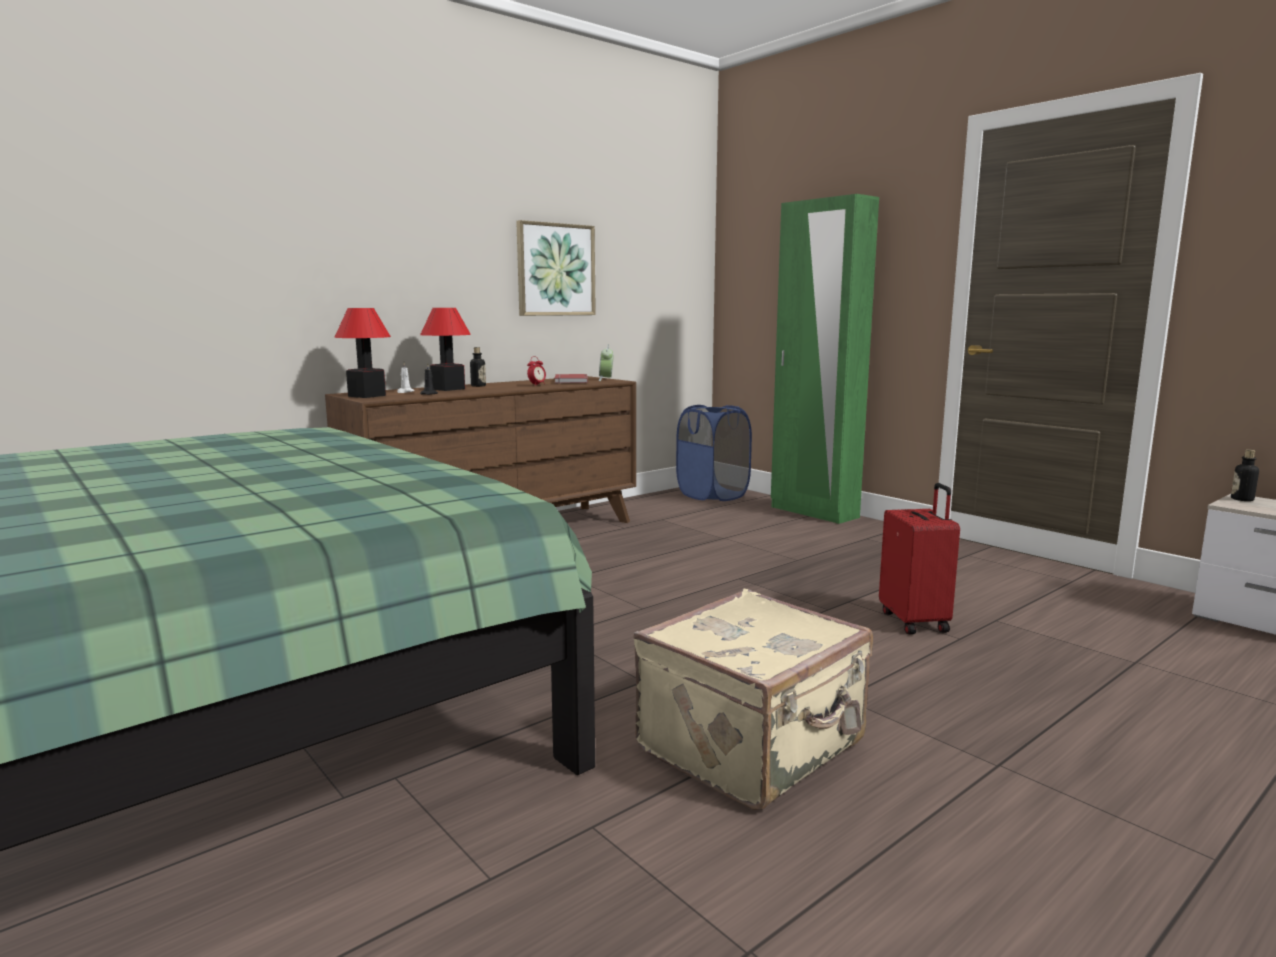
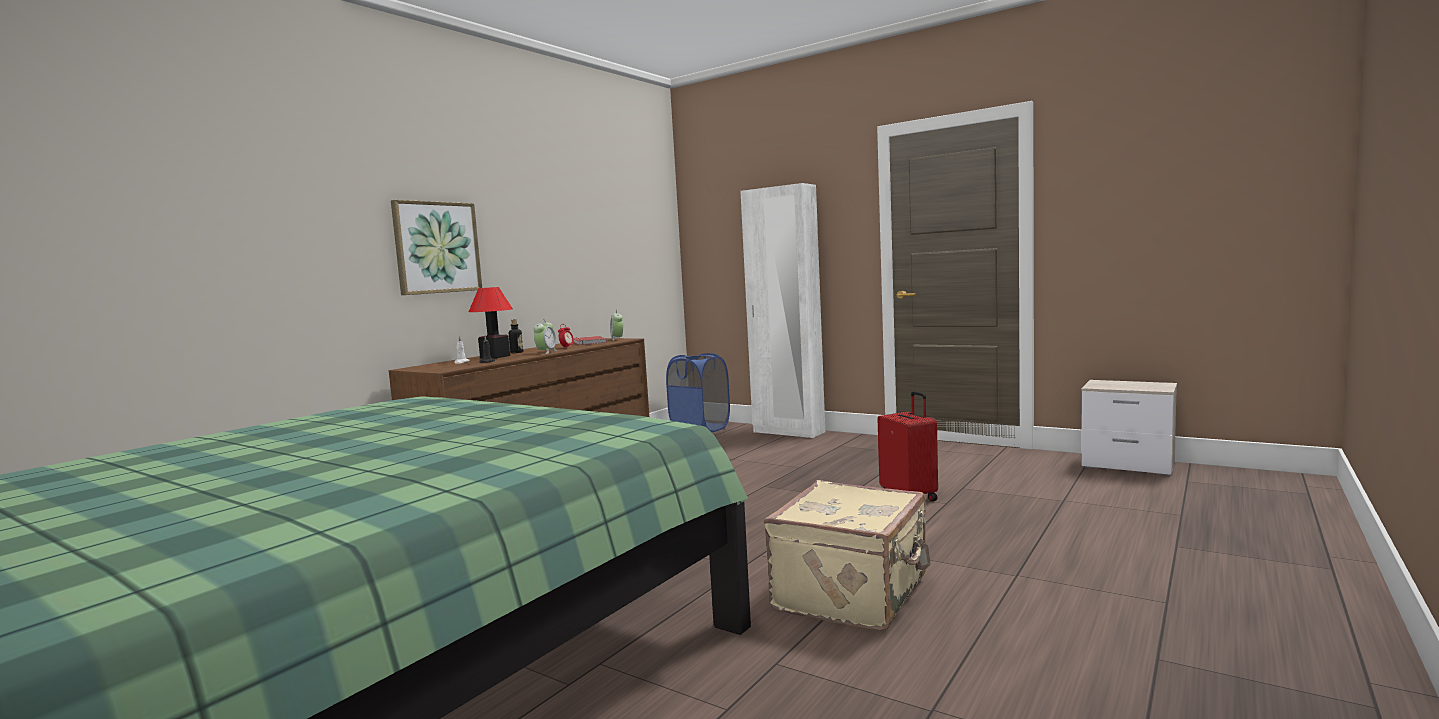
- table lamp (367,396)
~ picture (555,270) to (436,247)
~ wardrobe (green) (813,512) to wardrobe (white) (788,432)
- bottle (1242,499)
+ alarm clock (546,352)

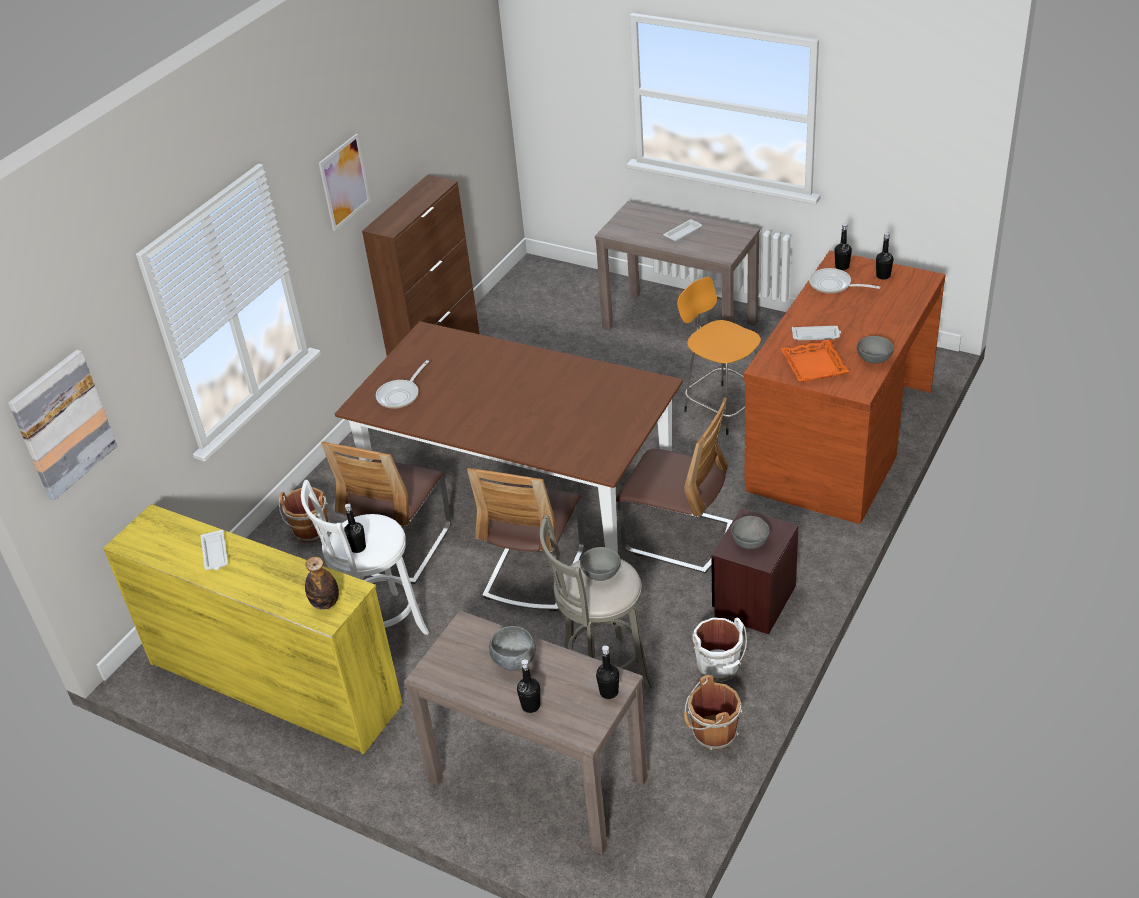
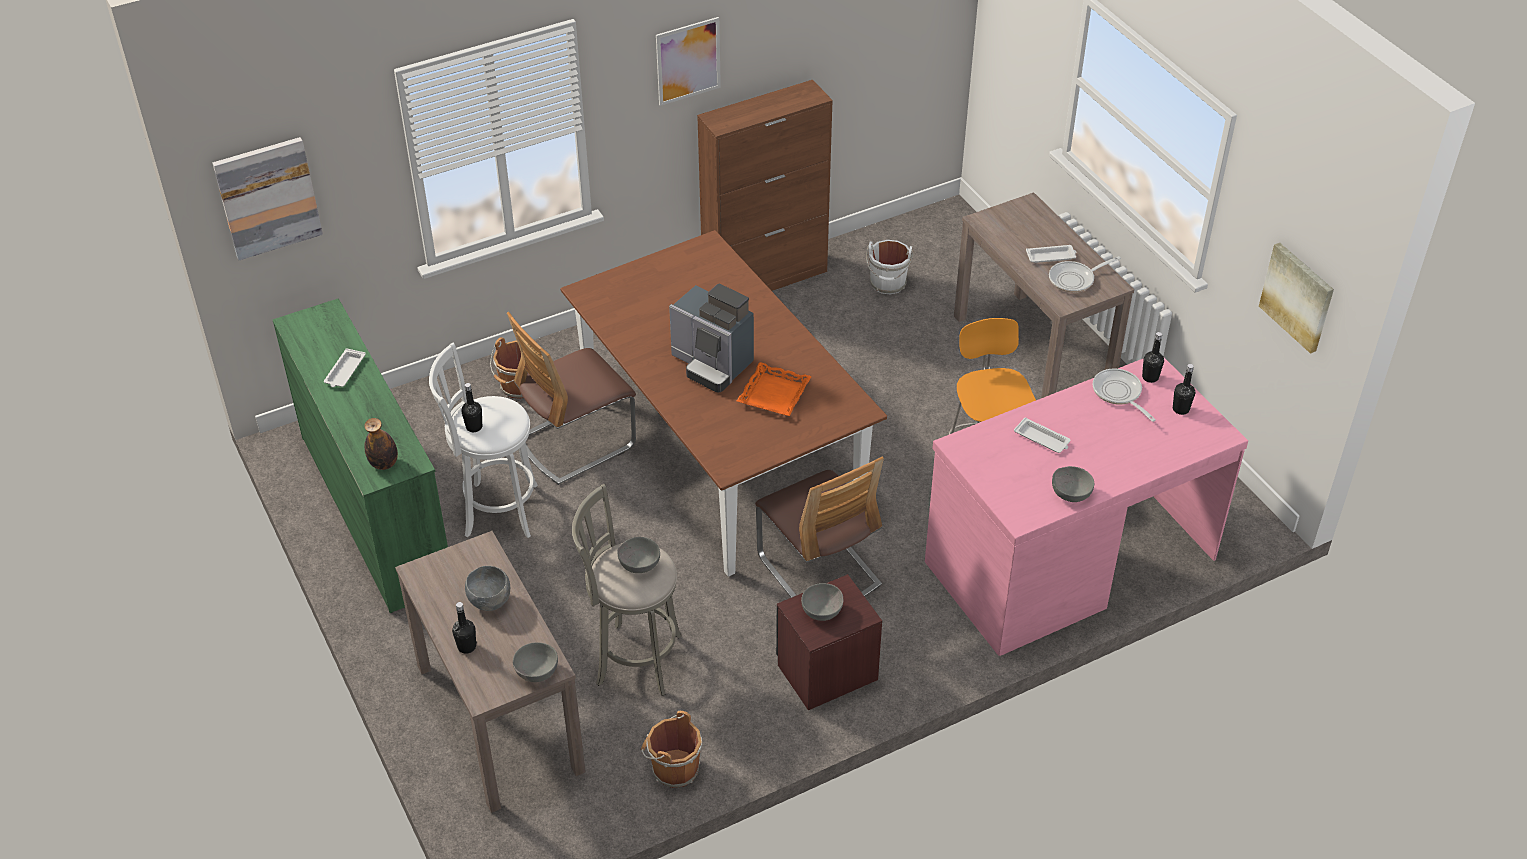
~ dresser (yellow) (274,682) to dresser (green) (377,509)
~ frying pan (401,395) to (1075,279)
- chair (534,573)
~ bottle (black) (609,692) to bowl (grey) (535,672)
~ bucket (white) (719,667) to (888,284)
~ desk (brown) (839,439) to desk (pink) (1068,559)
~ tray (orange) (814,366) to (774,394)
+ coffee machine (712,364)
+ picture (1298,296)

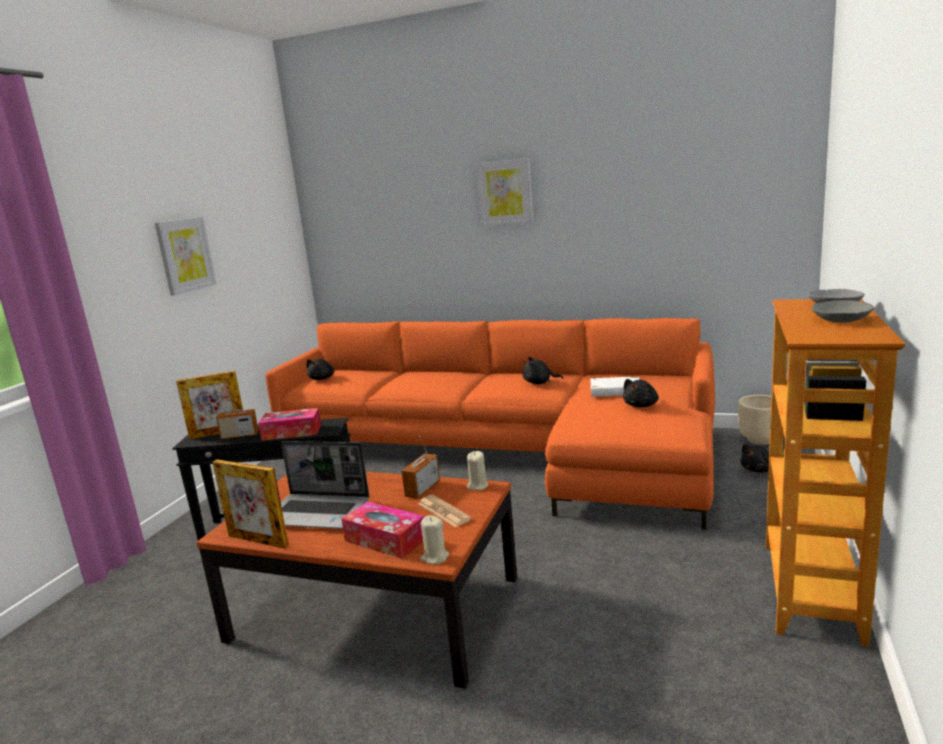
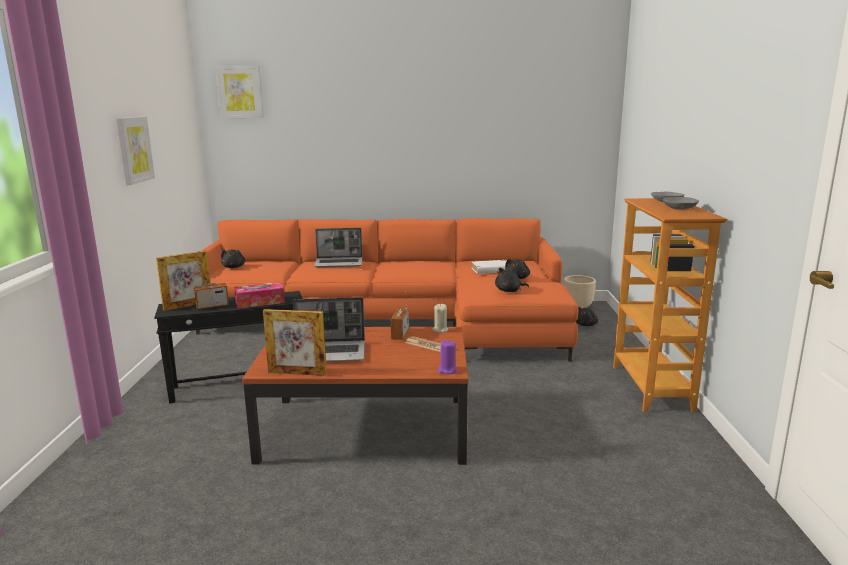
- tissue box (385,540)
~ candle (beige) (434,557) to candle (purple) (447,370)
~ picture (505,192) to (240,92)
~ plush toy (black) (539,383) to (509,291)
+ laptop (339,263)

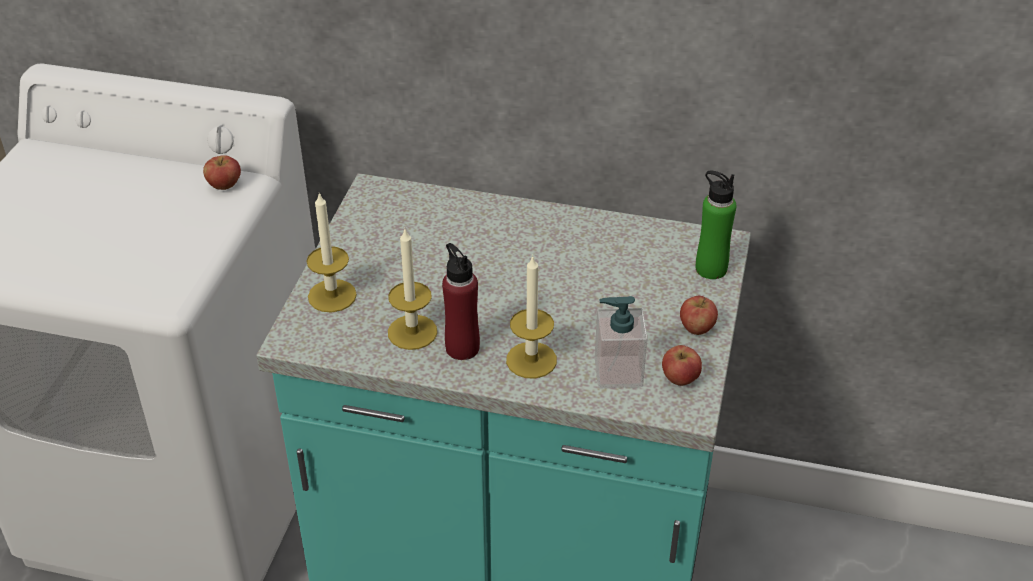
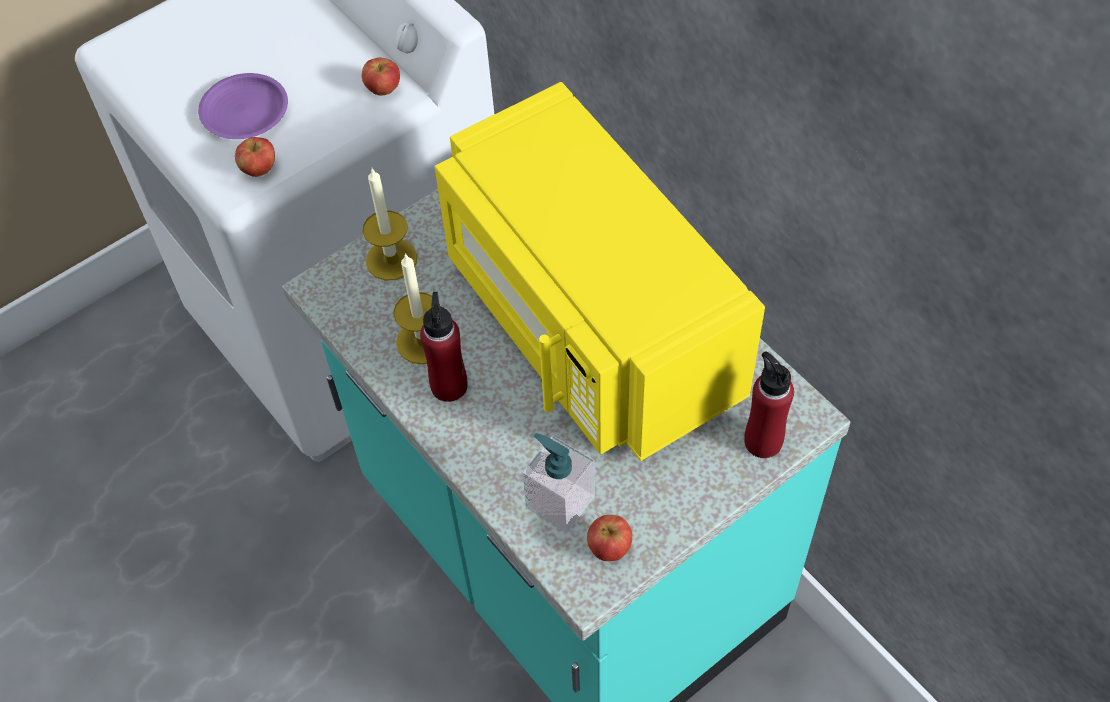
- candle (531,360)
~ apple (696,328) to (259,169)
~ bottle (green) (711,268) to bottle (red) (763,441)
+ plate (purple) (245,112)
+ microwave (yellow) (588,325)

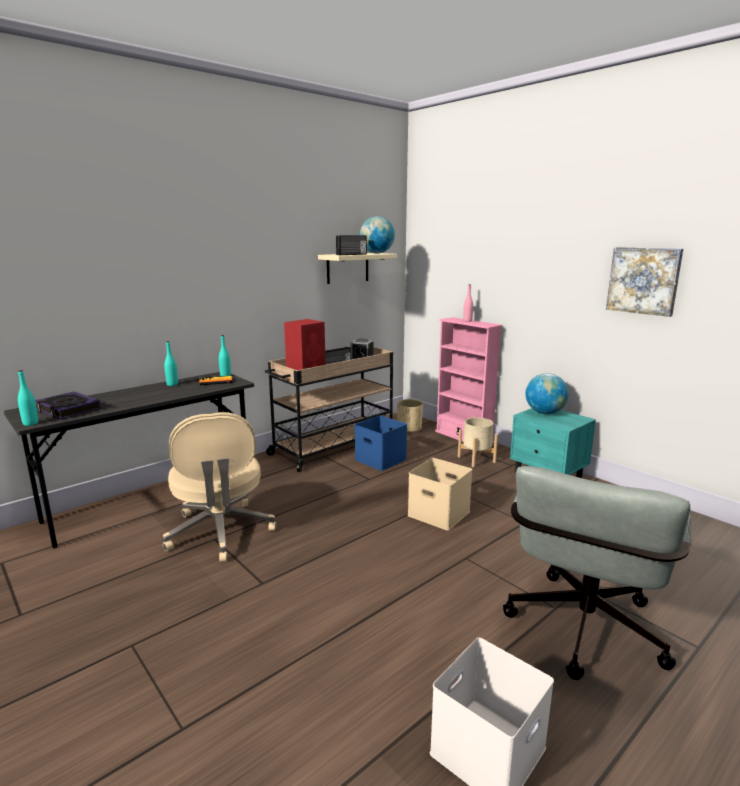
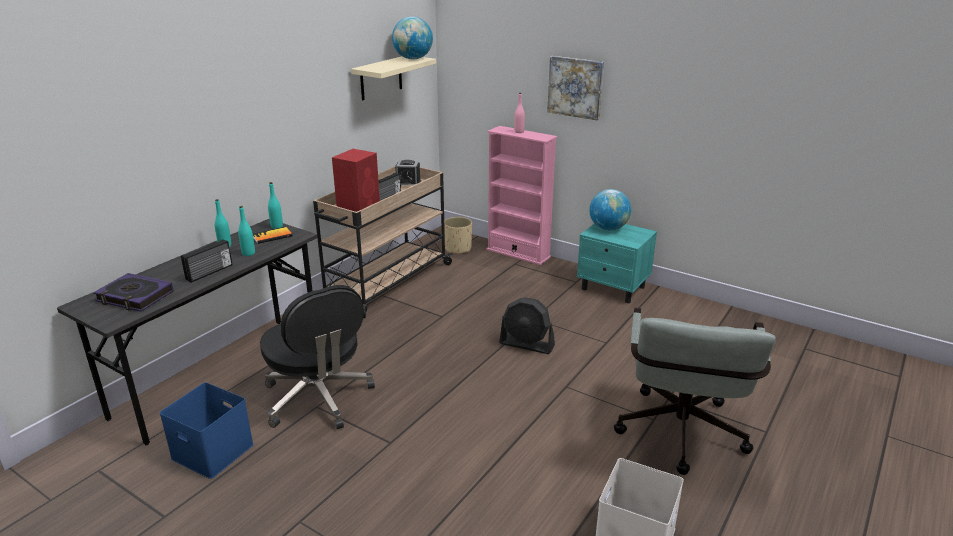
~ bottle (turquoise) (30,423) to (248,253)
~ office chair (beige) (220,532) to office chair (black) (318,398)
~ radio (352,254) to (210,272)
~ storage box (blue) (379,459) to (211,452)
~ storage box (beige) (440,513) to fan (black) (527,344)
- planter (beige) (476,459)
~ picture (643,280) to (575,87)

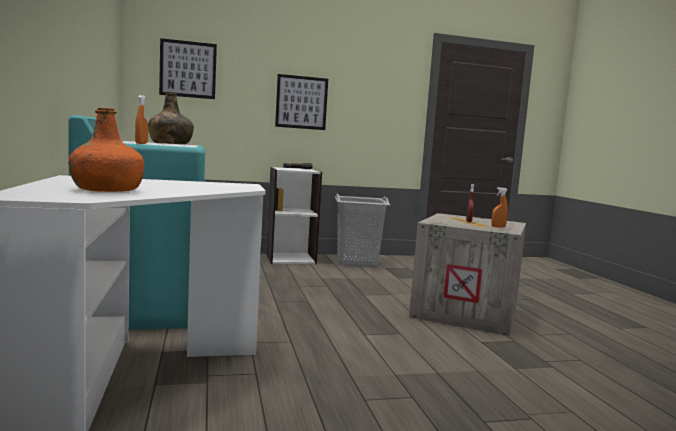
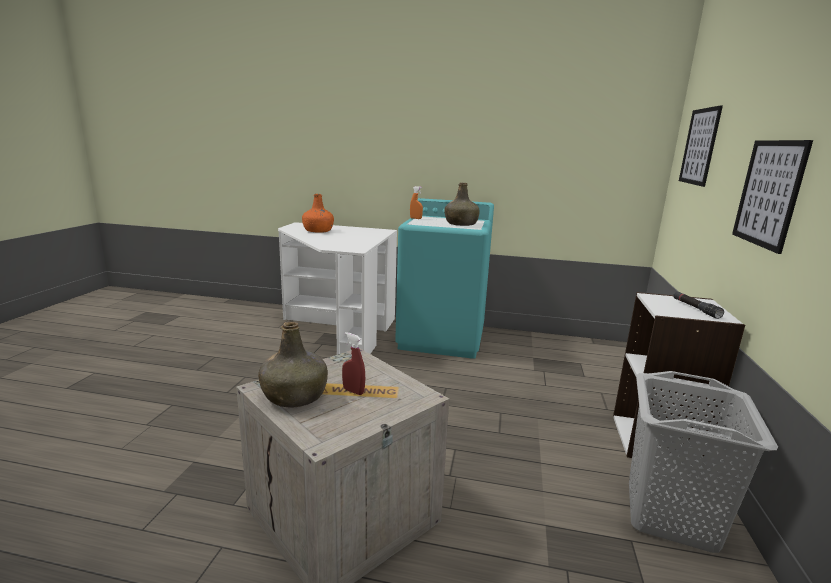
~ spray bottle (orange) (498,227) to bottle (green) (295,396)

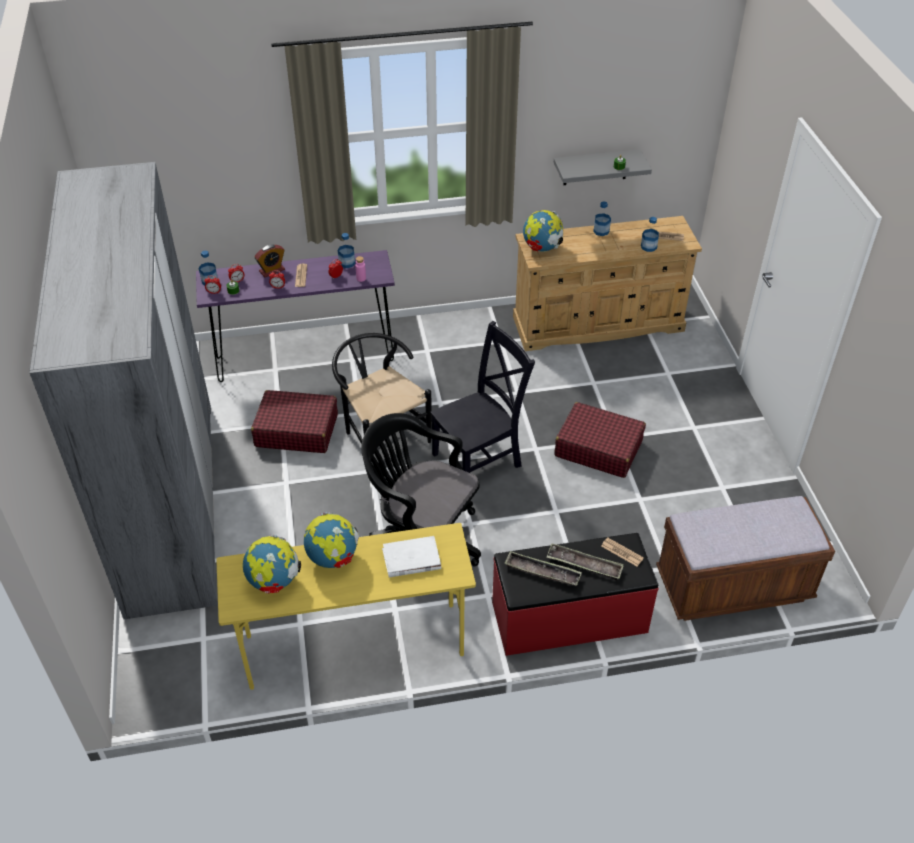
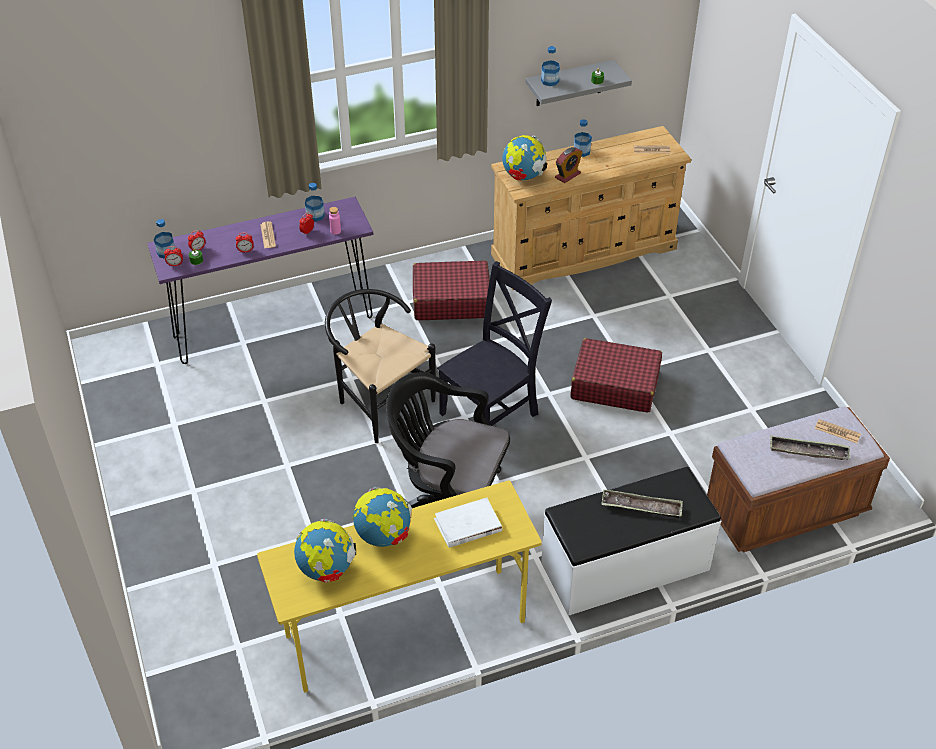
- wardrobe (grey) (171,502)
~ suitcase (red) (296,430) to (451,300)
~ alarm clock (272,270) to (567,175)
~ bench (red) (569,618) to bench (white) (625,567)
~ tray (542,571) to (808,451)
~ newspaper (622,552) to (837,431)
~ bottle (648,247) to (550,81)

